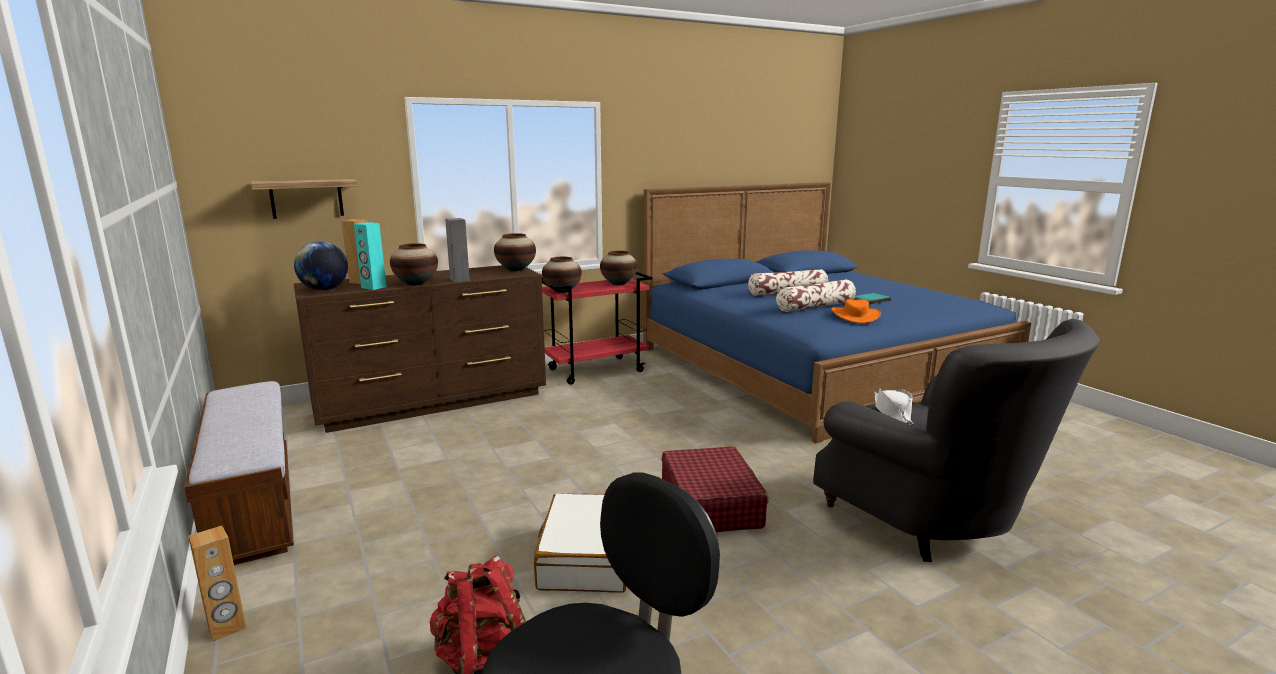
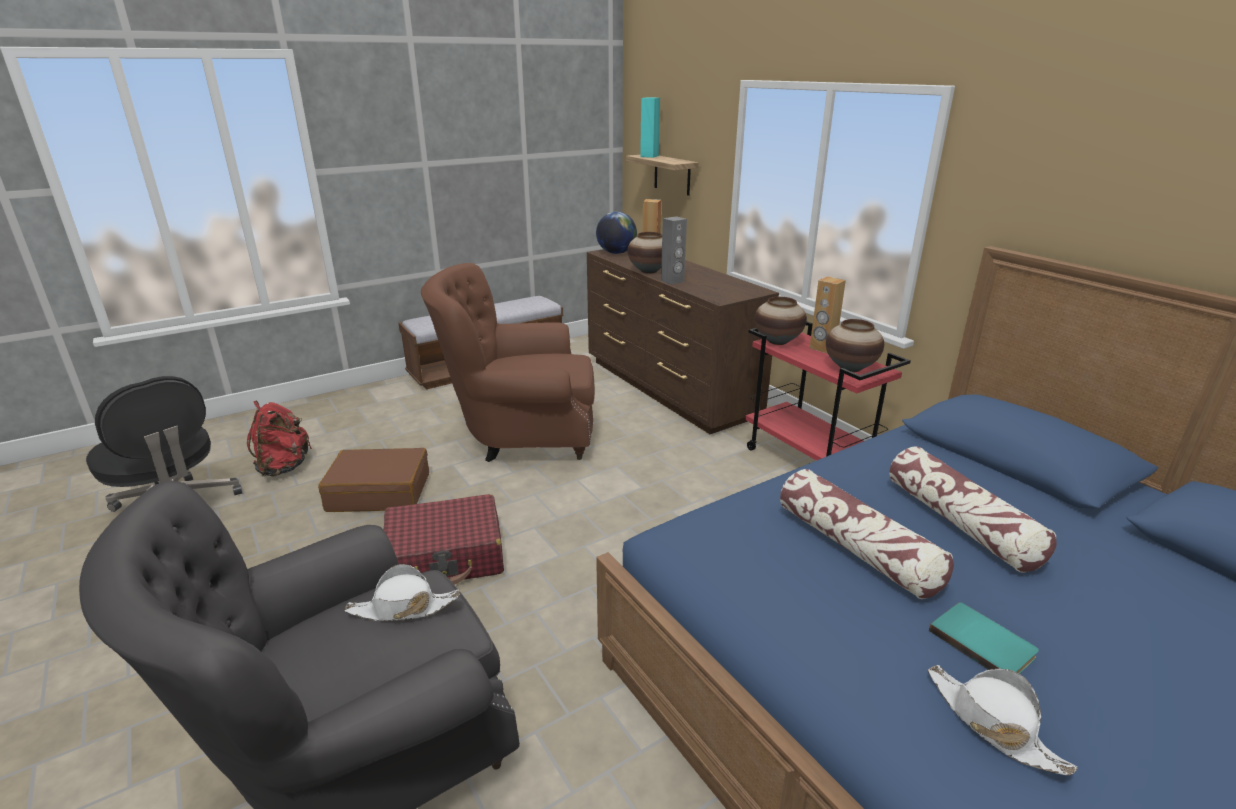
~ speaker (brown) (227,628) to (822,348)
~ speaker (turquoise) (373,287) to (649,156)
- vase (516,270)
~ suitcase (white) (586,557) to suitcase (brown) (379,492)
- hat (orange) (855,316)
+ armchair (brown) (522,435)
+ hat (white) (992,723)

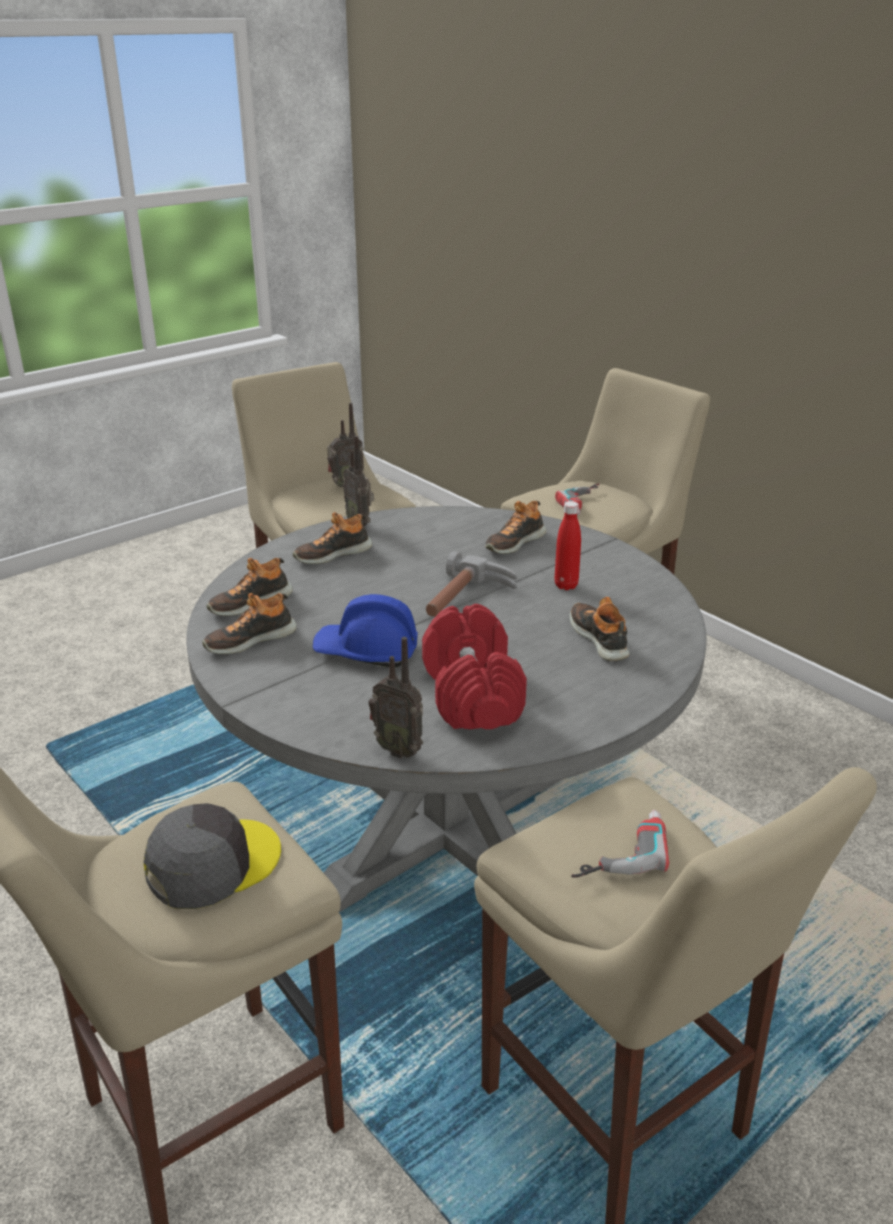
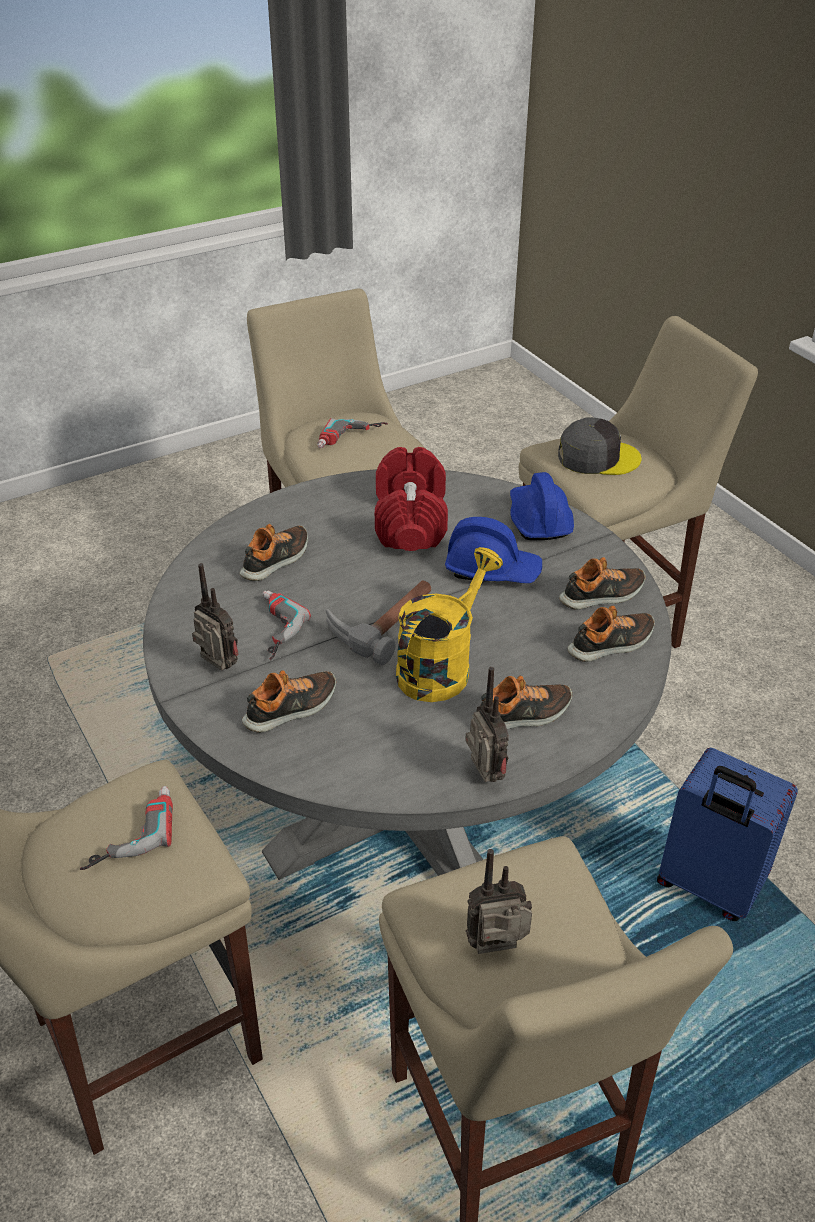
~ cap (grey) (212,863) = (597,457) 150 degrees counterclockwise
~ radio (399,749) to (218,668)
~ bottle (red) (566,585) to power drill (269,629)
~ shoe (599,638) = (276,560) 135 degrees counterclockwise
+ watering can (yellow) (441,666)
+ hard hat (blue) (538,519)
+ suitcase (blue) (707,887)

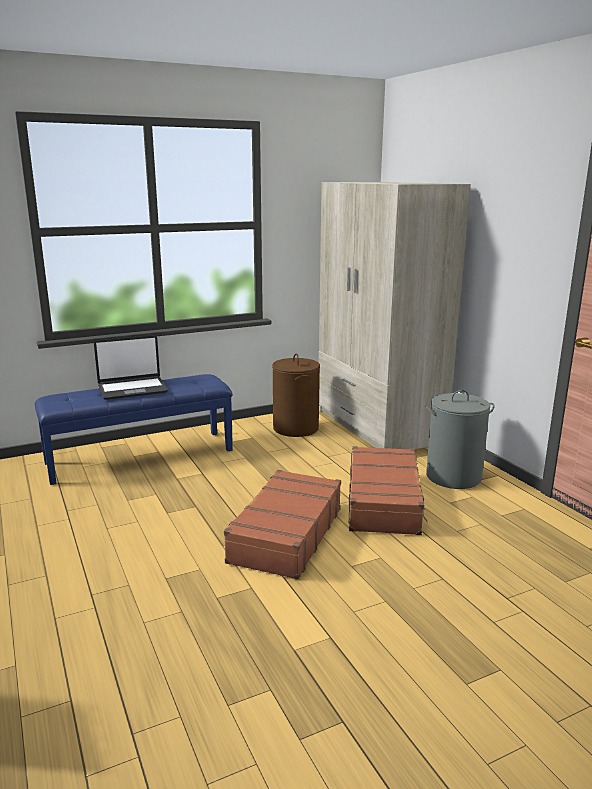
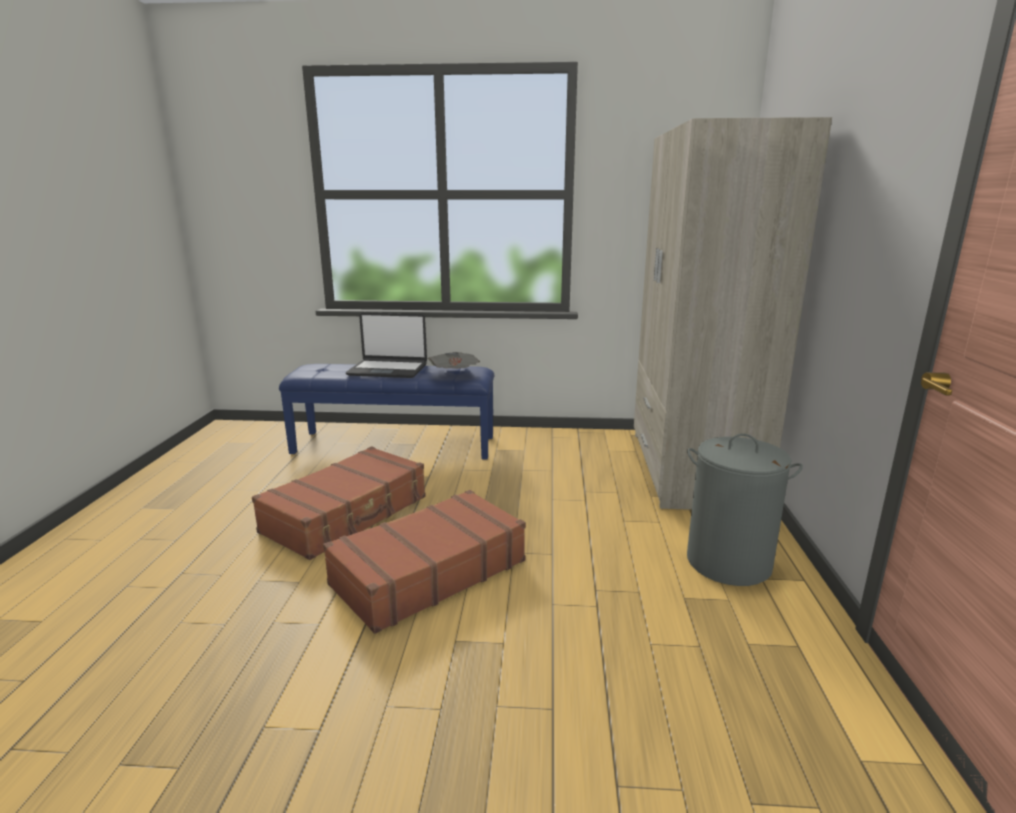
- laundry basket (brown) (295,428)
~ suitcase (brown) (384,501) to (347,515)
+ newspaper (454,375)

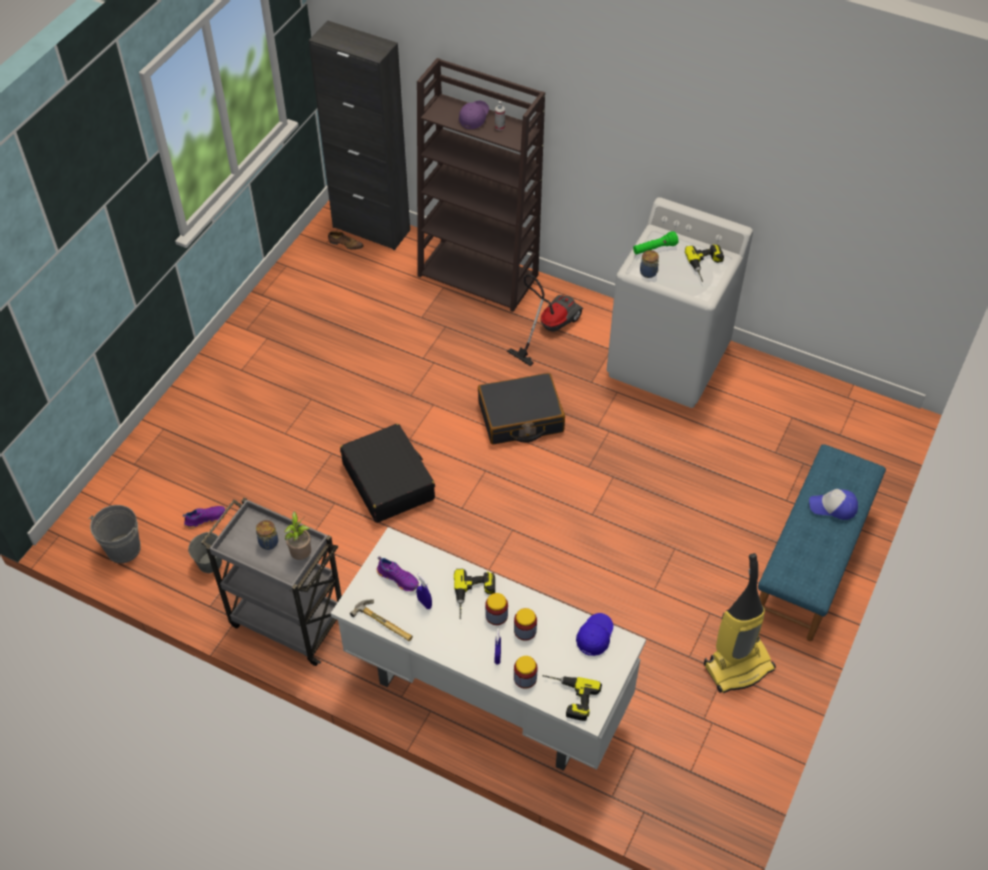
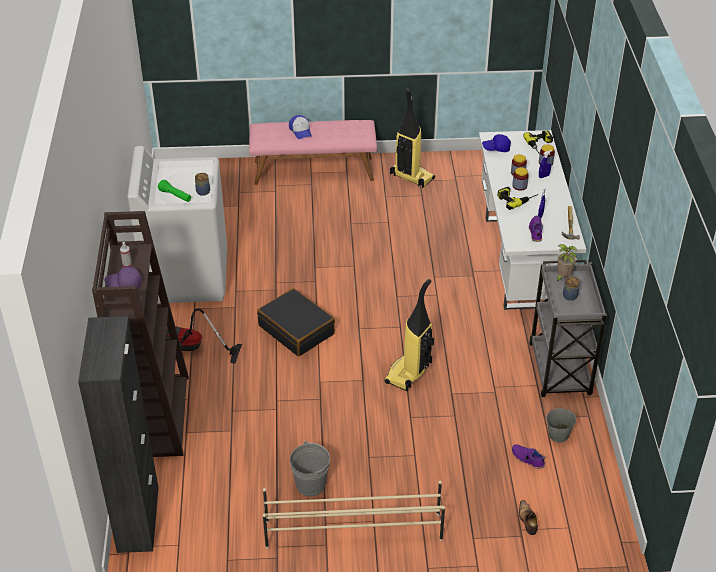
~ bucket (grey) (123,549) to (310,485)
~ shoe (345,244) to (527,520)
~ suitcase (black) (388,481) to vacuum cleaner (409,373)
- power drill (706,266)
~ bench (blue) (813,560) to bench (pink) (313,170)
+ shoe rack (beige) (352,530)

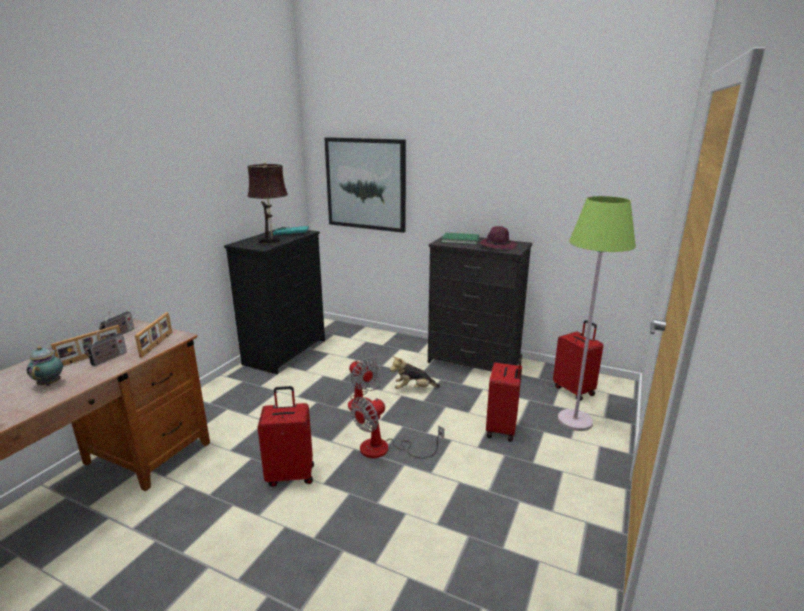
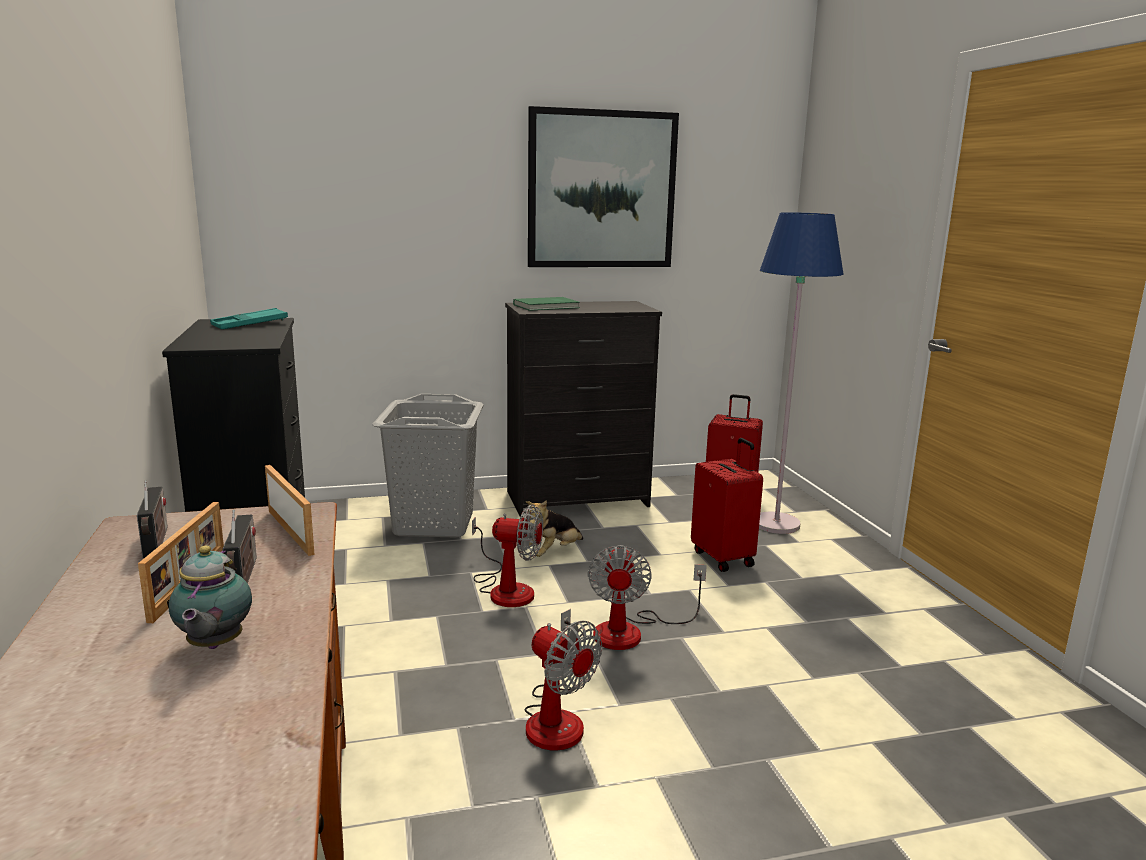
~ teapot (51,383) = (213,646) 135 degrees counterclockwise
- table lamp (brown) (272,241)
~ suitcase (red) (291,475) to fan (557,717)
~ picture (366,184) to (601,190)
- hat (purple) (497,246)
~ floor lamp (green) (575,421) to floor lamp (blue) (776,524)
+ laundry basket (grey) (434,523)

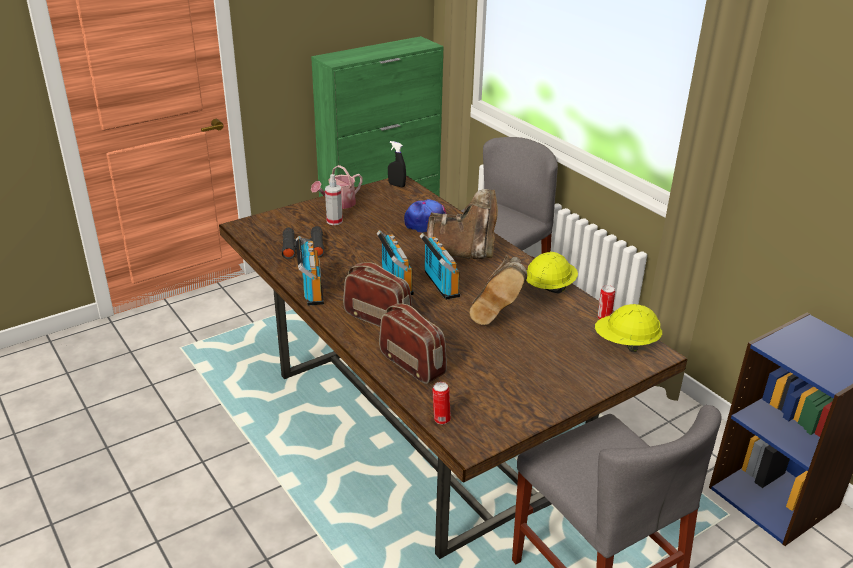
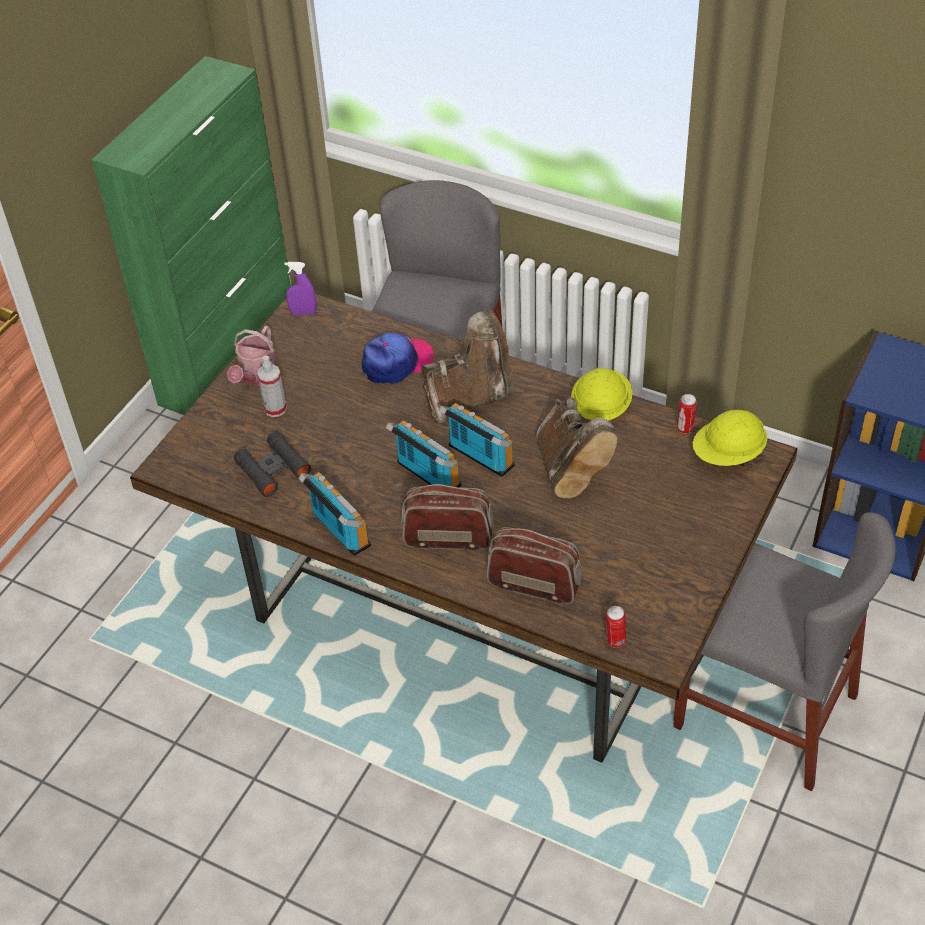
~ spray bottle (black) (396,185) to spray bottle (purple) (303,313)

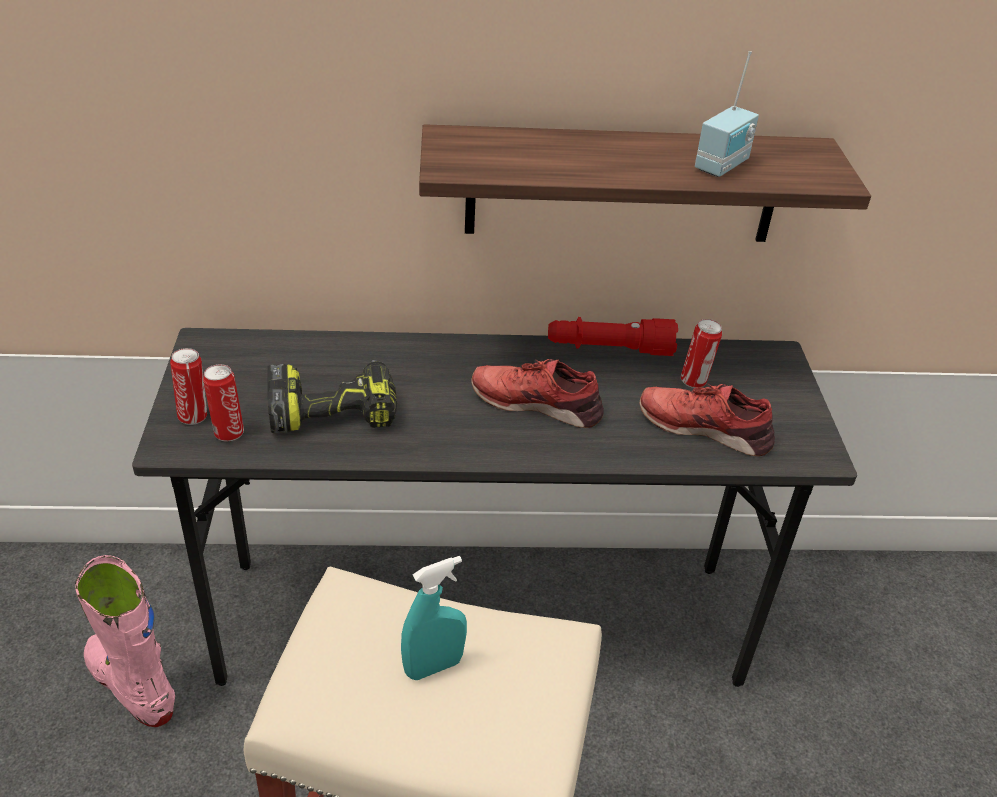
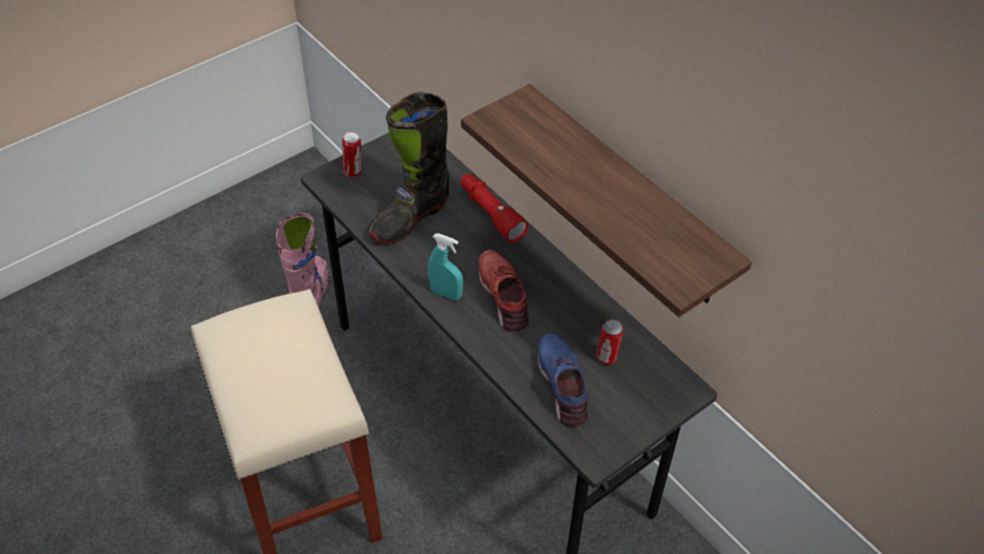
- can (228,432)
~ power drill (334,410) to boot (black) (410,218)
~ spray bottle (turquoise) (433,666) to (446,293)
~ flashlight (red) (609,349) to (491,214)
~ shoe (red) (705,427) to shoe (blue) (564,384)
- radio (723,166)

